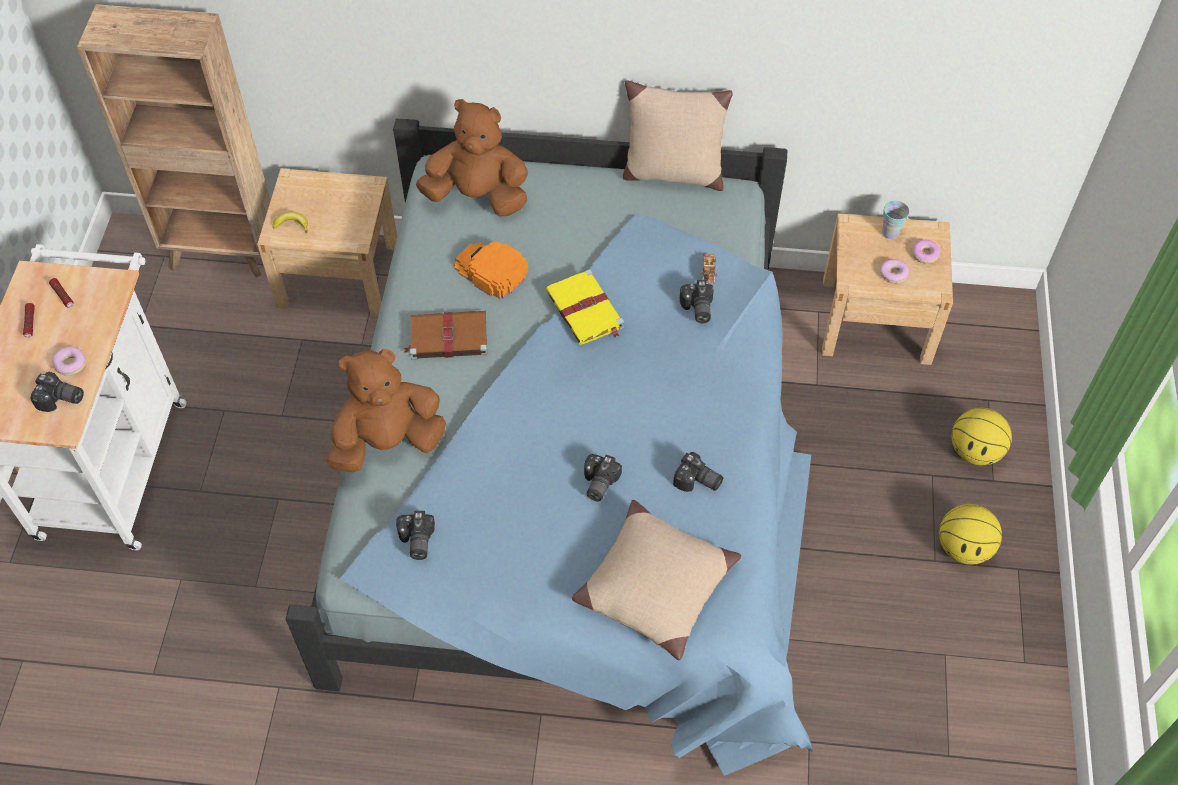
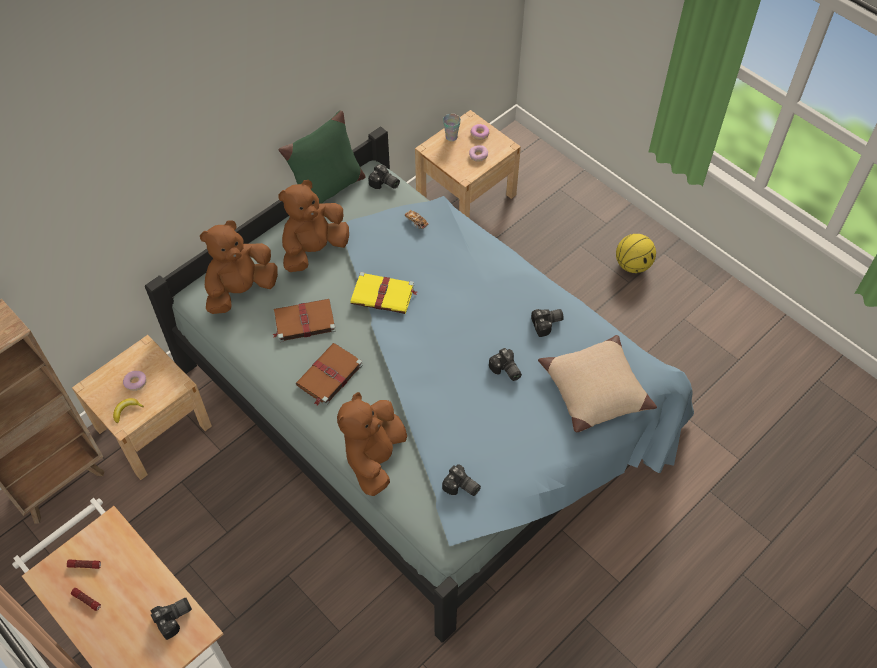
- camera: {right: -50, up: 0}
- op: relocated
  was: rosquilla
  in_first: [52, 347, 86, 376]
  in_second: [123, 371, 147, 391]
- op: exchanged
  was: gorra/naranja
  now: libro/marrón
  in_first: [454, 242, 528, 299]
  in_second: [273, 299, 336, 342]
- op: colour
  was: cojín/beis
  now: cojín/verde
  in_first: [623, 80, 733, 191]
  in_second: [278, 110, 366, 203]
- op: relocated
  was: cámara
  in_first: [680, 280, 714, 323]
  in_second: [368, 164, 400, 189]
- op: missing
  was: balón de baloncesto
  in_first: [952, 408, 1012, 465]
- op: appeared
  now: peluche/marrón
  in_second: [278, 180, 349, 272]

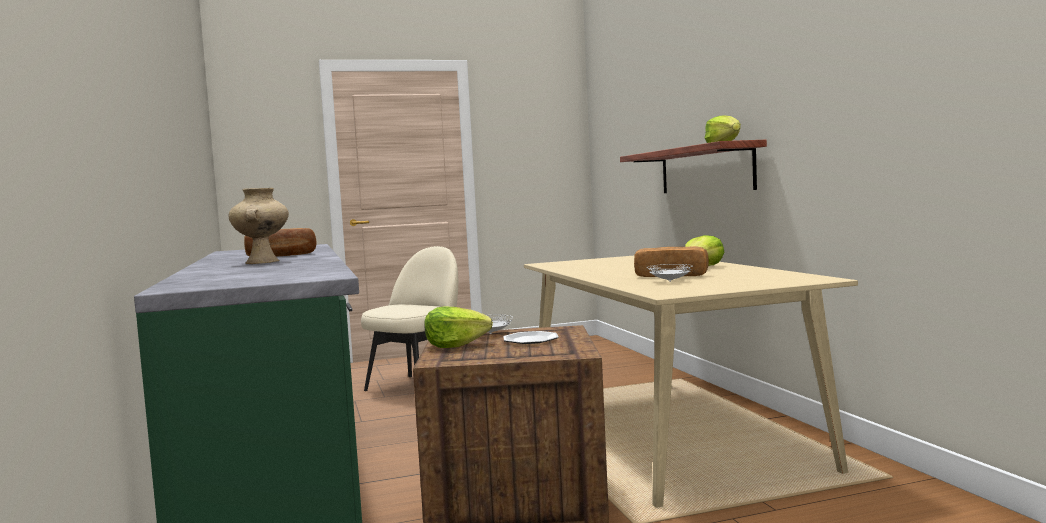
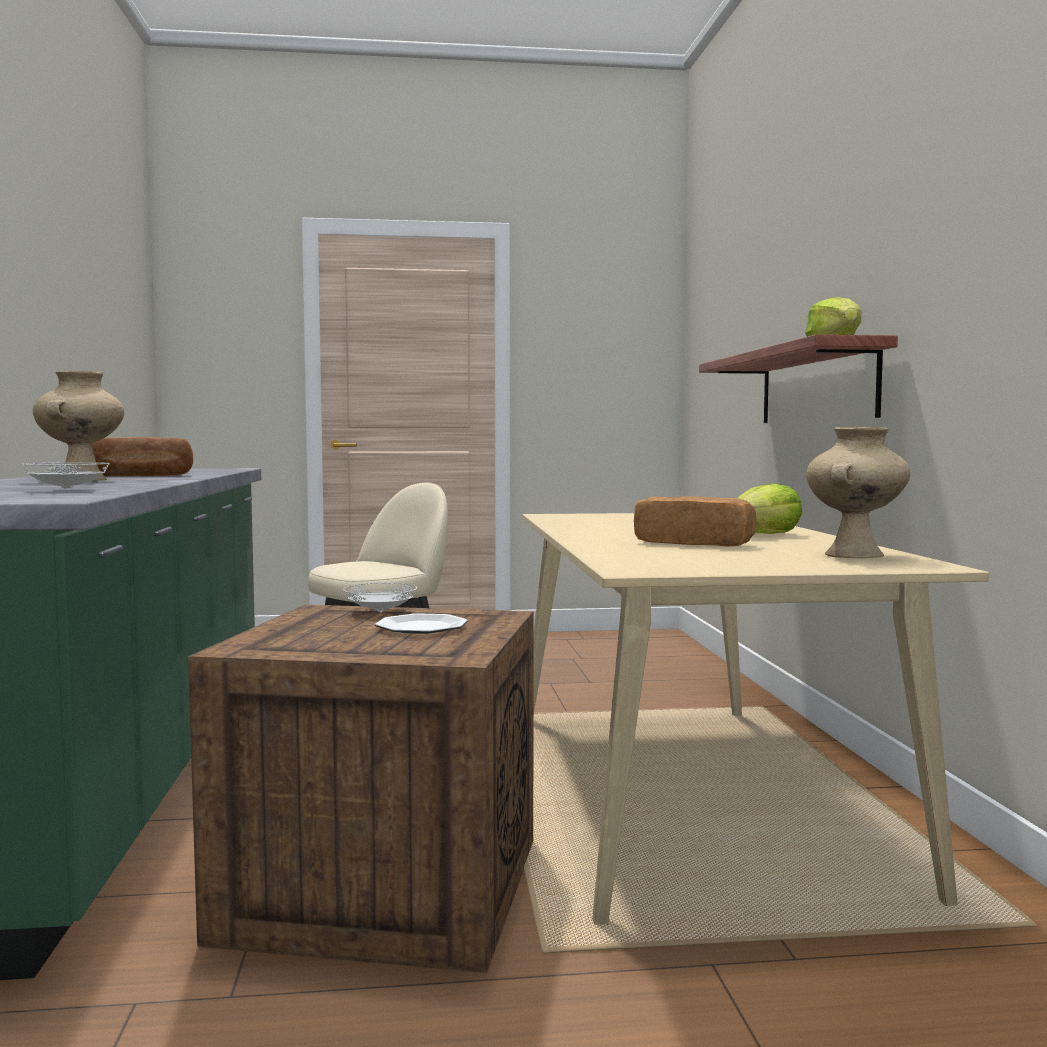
- camera: {right: 10, up: 0}
- op: missing
  was: lechuga
  in_first: [424, 306, 493, 348]
- op: relocated
  was: plato/blanco
  in_first: [648, 264, 693, 282]
  in_second: [21, 462, 110, 491]
- op: appeared
  now: florero/beis
  in_second: [806, 427, 911, 558]

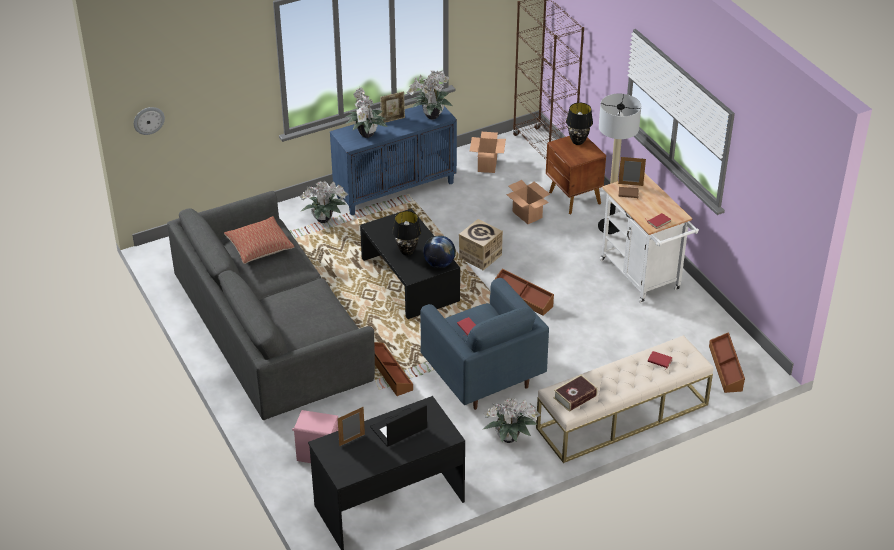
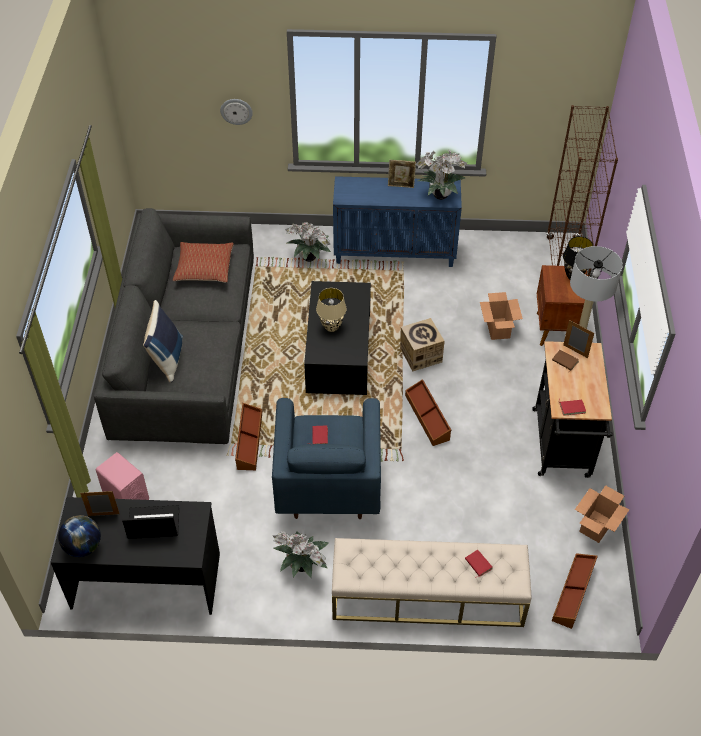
- camera: {right: 30, up: 10}
- op: relocated
  was: reloj de pared
  in_first: [134, 107, 165, 135]
  in_second: [220, 99, 253, 125]
- op: missing
  was: planta en maceta
  in_first: [346, 87, 387, 138]
- op: colour
  was: lámpara de mesa/negro
  now: lámpara de mesa/beis
  in_first: [392, 211, 421, 255]
  in_second: [316, 288, 347, 332]
- op: relocated
  was: globo terráqueo
  in_first: [423, 235, 456, 268]
  in_second: [58, 515, 101, 557]
- op: relocated
  was: caja de cartón
  in_first: [470, 132, 506, 173]
  in_second: [575, 485, 629, 543]
- op: missing
  was: libro
  in_first: [553, 375, 597, 412]
- op: colour
  was: carrito/blanco
  now: carrito/negro
  in_first: [600, 173, 699, 303]
  in_second: [532, 341, 613, 478]
- op: appeared
  now: cojín/azul
  in_second: [143, 300, 183, 383]

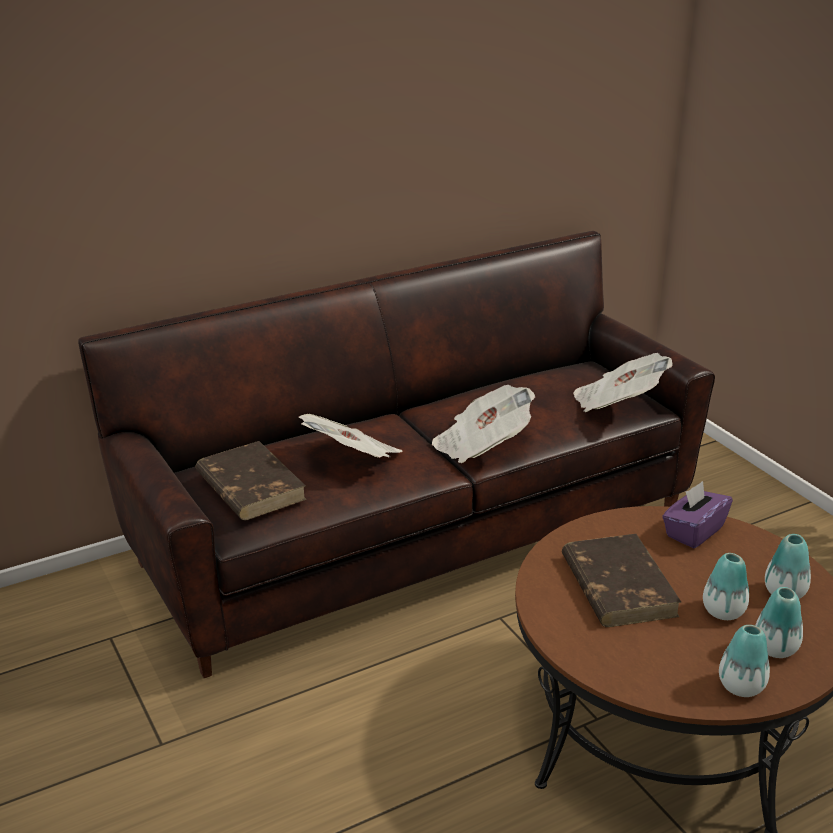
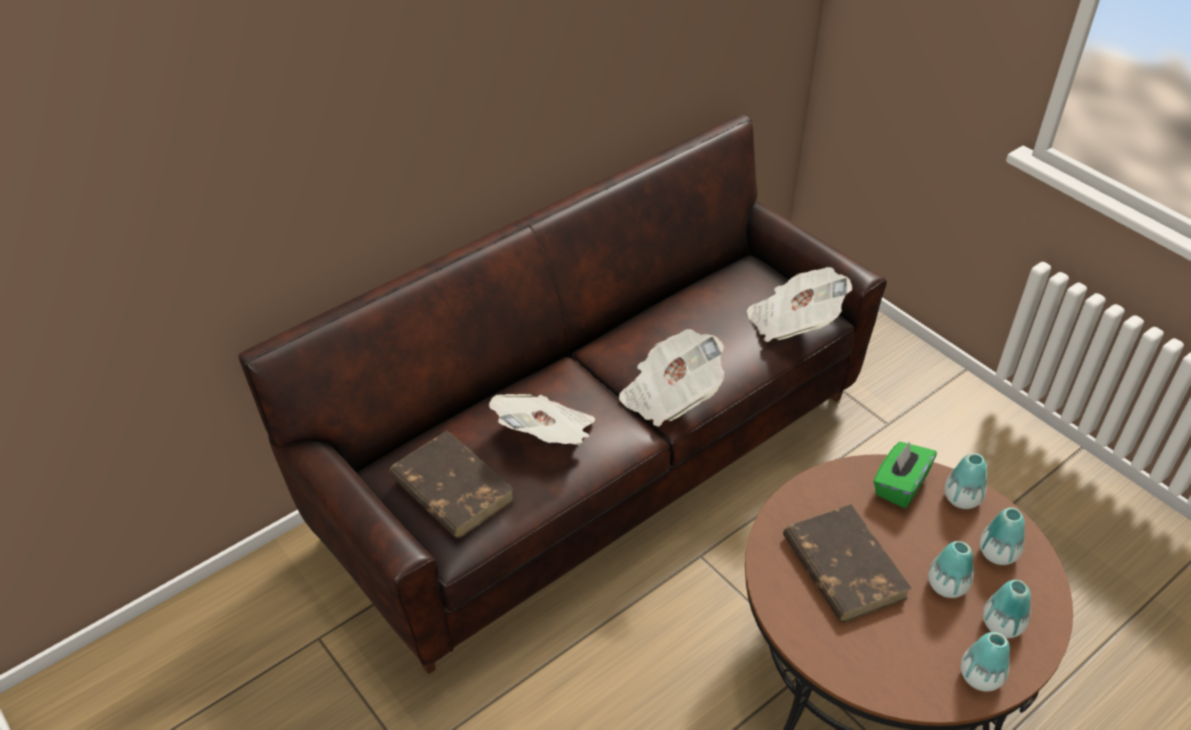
- camera: {right: -10, up: 15}
- op: colour
  was: caja de pañuelos/morado
  now: caja de pañuelos/verde
  in_first: [662, 481, 733, 548]
  in_second: [873, 441, 937, 508]
- op: appeared
  now: florero
  in_second: [944, 453, 987, 509]

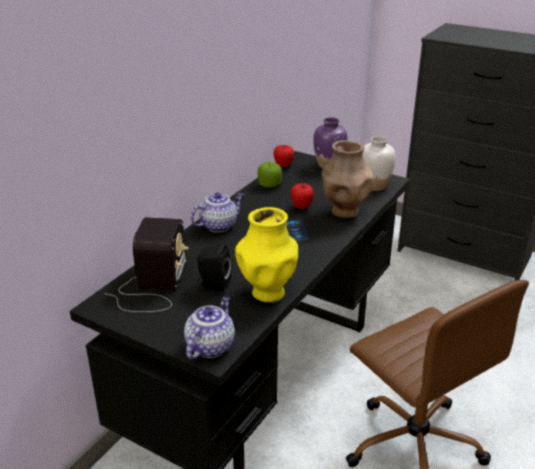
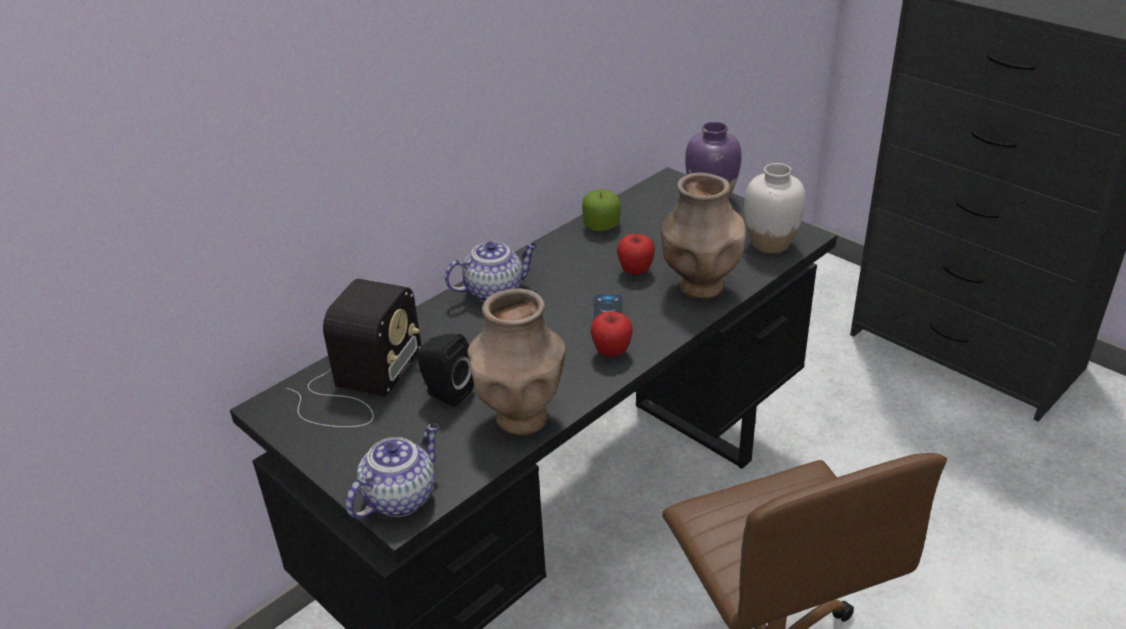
- camera: {right: 15, up: 5}
- op: colour
  was: florero/amarillo
  now: florero/marrón
  in_first: [235, 207, 298, 303]
  in_second: [468, 288, 566, 436]
- op: relocated
  was: manzana
  in_first: [273, 145, 294, 168]
  in_second: [591, 311, 633, 357]

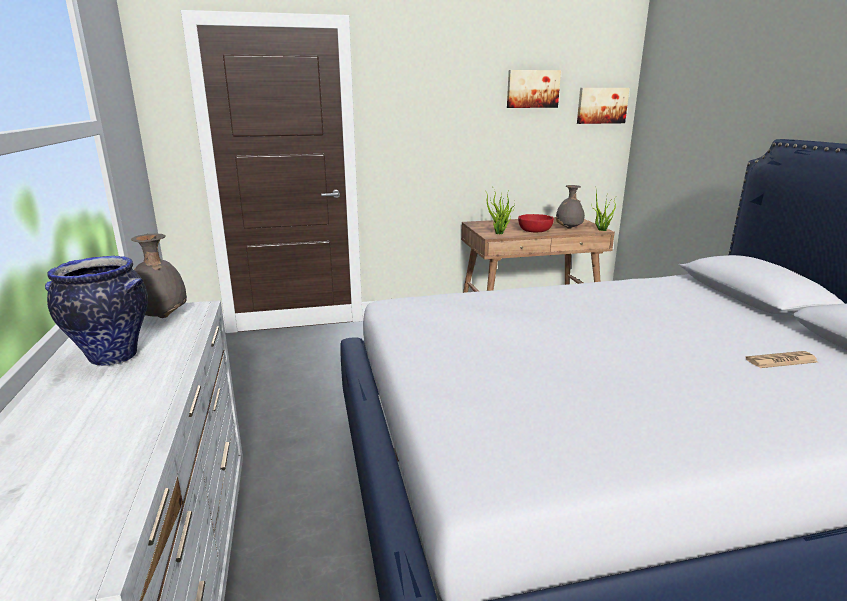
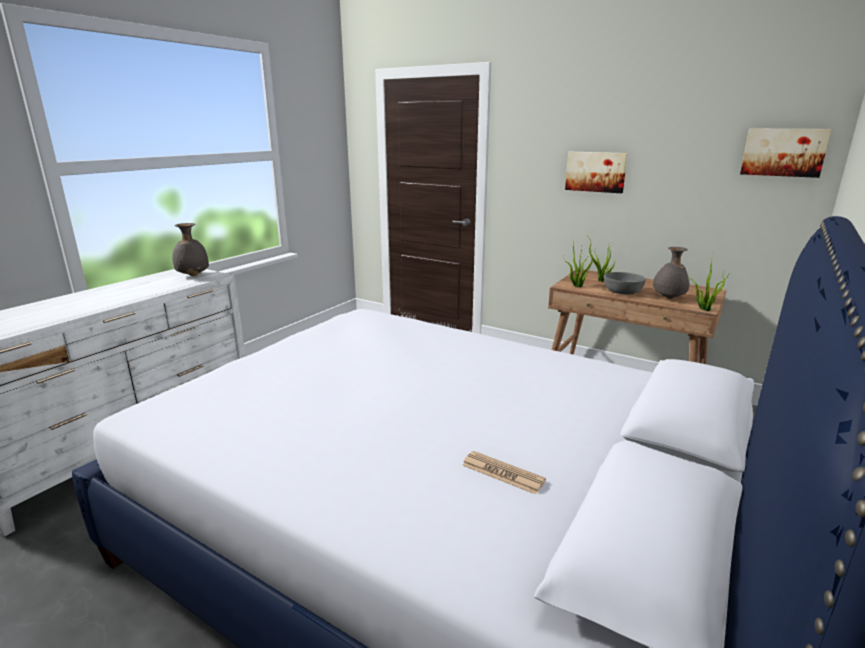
- camera: {right: 45, up: 0}
- op: missing
  was: florero
  in_first: [45, 256, 148, 366]
- op: relocated
  was: cuadro
  in_first: [507, 70, 561, 108]
  in_second: [565, 152, 628, 193]
- op: colour
  was: cuenco/rojo
  now: cuenco/gris
  in_first: [518, 214, 554, 233]
  in_second: [604, 272, 646, 294]

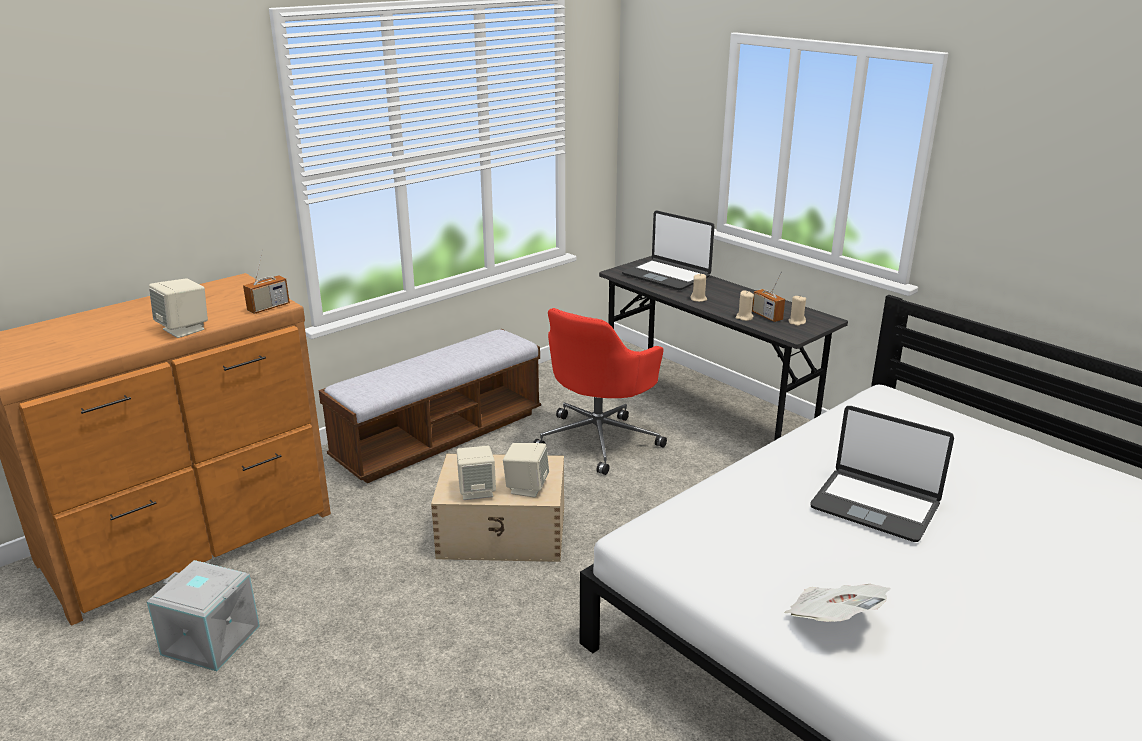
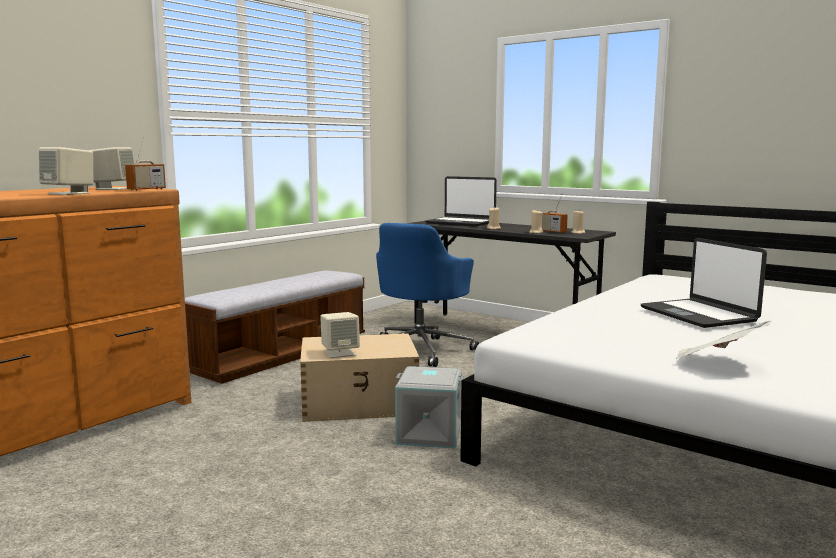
- camera: {right: -10, up: -15}
- op: relocated
  was: caja de almacenaje/gris
  in_first: [147, 560, 260, 671]
  in_second: [395, 366, 464, 449]
- op: relocated
  was: altavoz/beis
  in_first: [503, 443, 549, 498]
  in_second: [89, 147, 134, 190]
- op: colour
  was: silla de oficina/rojo
  now: silla de oficina/azul
  in_first: [533, 308, 667, 475]
  in_second: [376, 223, 479, 367]
- op: spun
  was: portátil
  in_first: [810, 406, 954, 542]
  in_second: [641, 238, 767, 328]
  clockwise: 45

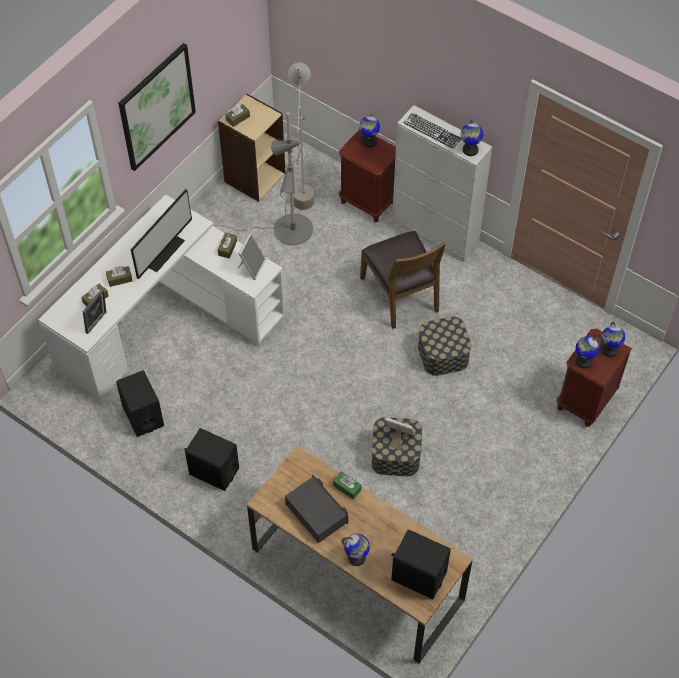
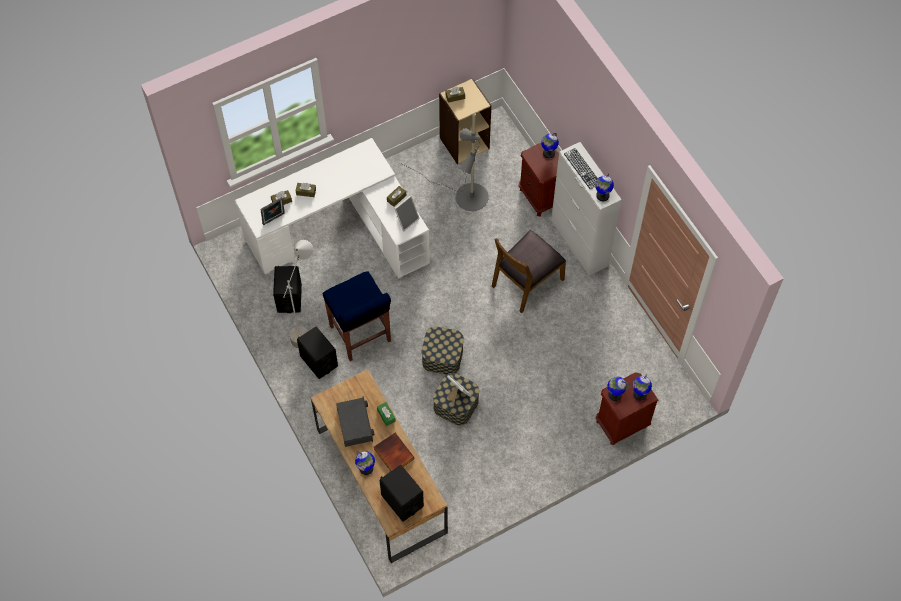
- camera: {right: 25, up: 5}
- op: missing
  was: cuadro
  in_first: [118, 43, 196, 171]
- op: missing
  was: monitor
  in_first: [130, 189, 192, 279]
- op: relocated
  was: lámpara de pie/gris
  in_first: [288, 63, 314, 210]
  in_second: [283, 240, 313, 348]
- op: spun
  was: silla/marrón
  in_first: [360, 231, 446, 329]
  in_second: [492, 230, 566, 313]
  clockwise: 45
- op: relocated
  was: caja de almacenaje
  in_first: [418, 316, 472, 376]
  in_second: [421, 327, 464, 375]
- op: appeared
  now: taburete/azul
  in_second: [323, 272, 391, 361]
- op: appeared
  now: libro
  in_second: [374, 433, 414, 471]

